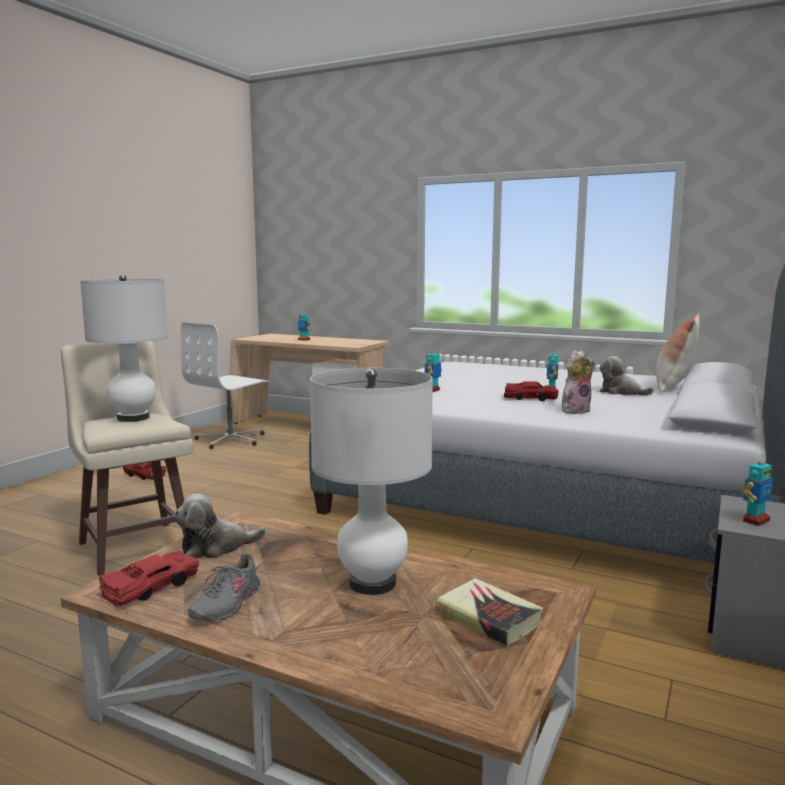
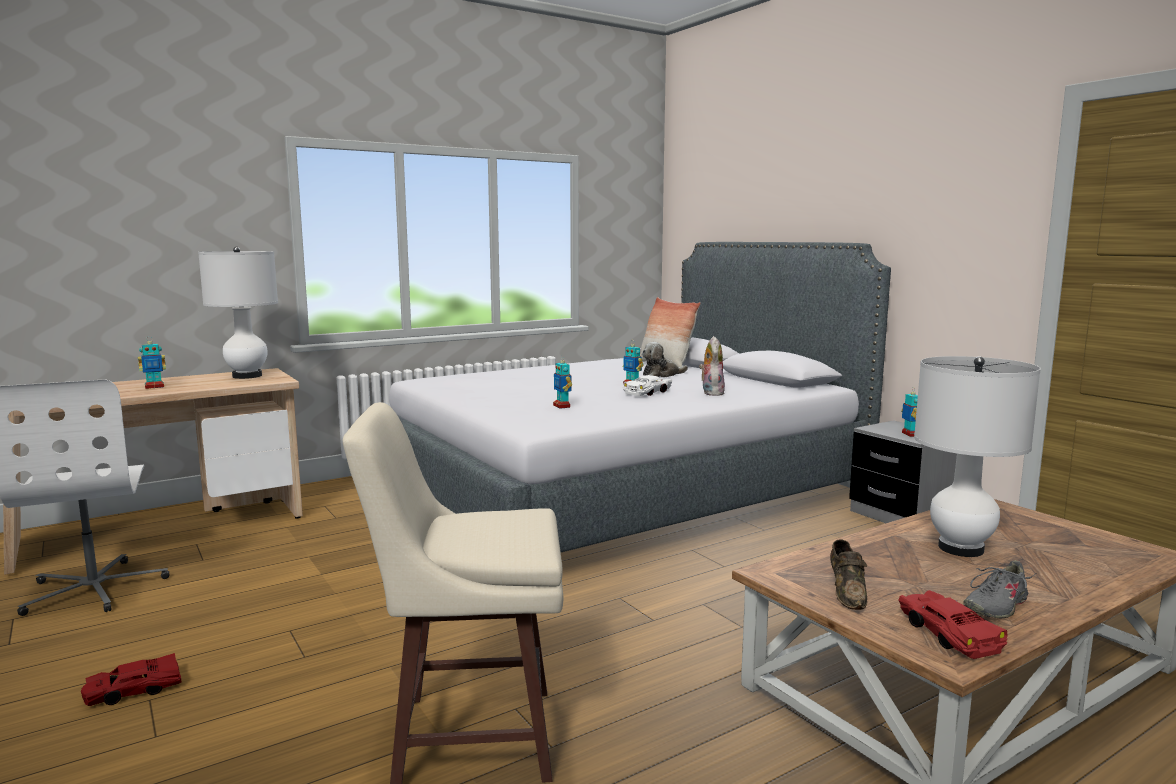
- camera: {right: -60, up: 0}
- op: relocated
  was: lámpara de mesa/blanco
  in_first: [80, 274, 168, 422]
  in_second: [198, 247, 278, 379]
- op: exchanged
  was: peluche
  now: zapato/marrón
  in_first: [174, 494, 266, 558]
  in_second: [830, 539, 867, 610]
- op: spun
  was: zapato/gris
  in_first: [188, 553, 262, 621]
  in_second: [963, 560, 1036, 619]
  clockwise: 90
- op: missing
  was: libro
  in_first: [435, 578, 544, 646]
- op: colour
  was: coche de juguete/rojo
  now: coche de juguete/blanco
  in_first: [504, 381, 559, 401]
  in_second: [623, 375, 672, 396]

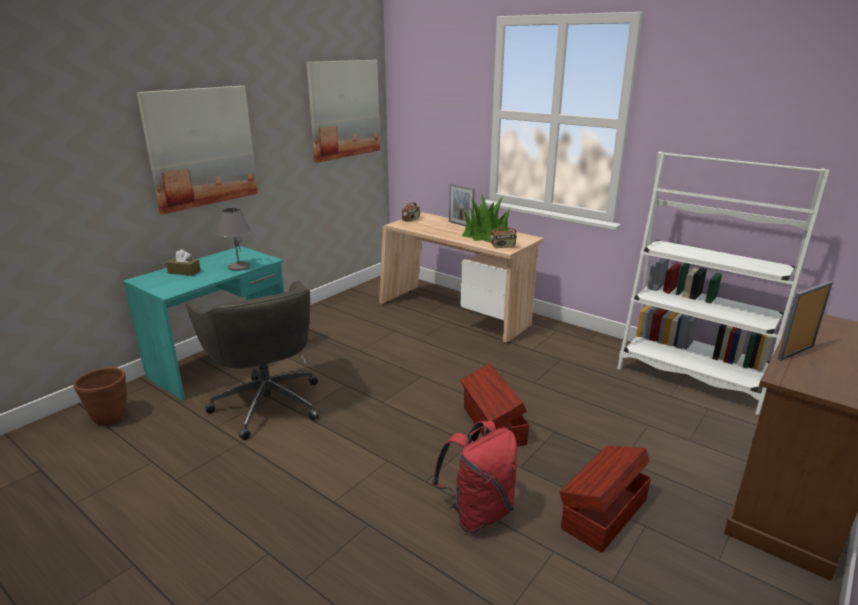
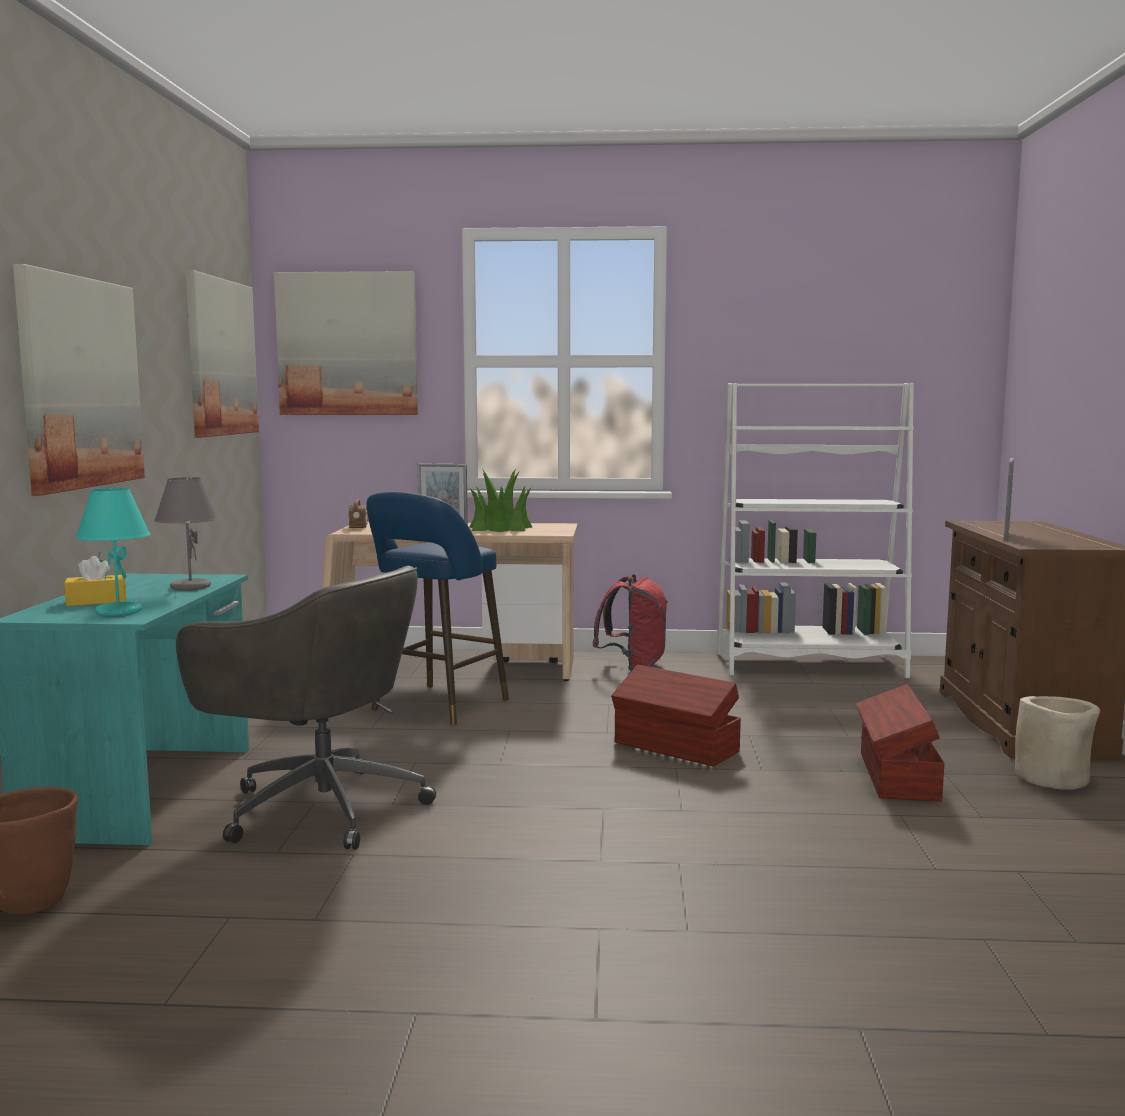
- camera: {right: -35, up: -15}
- op: colour
  was: caja de pañuelos/marrón
  now: caja de pañuelos/amarillo
  in_first: [166, 249, 201, 276]
  in_second: [64, 556, 126, 606]
- op: relocated
  was: mochila/rojo
  in_first: [432, 421, 517, 533]
  in_second: [593, 574, 668, 671]
- op: missing
  was: radio
  in_first: [490, 219, 517, 248]
- op: appeared
  now: lámpara de mesa/turquesa
  in_second: [75, 488, 150, 616]
- op: appeared
  now: cuadro
  in_second: [274, 271, 418, 415]
- op: appeared
  now: taburete/azul
  in_second: [367, 492, 509, 725]
- op: appeared
  now: maceta/beis
  in_second: [1015, 696, 1100, 790]

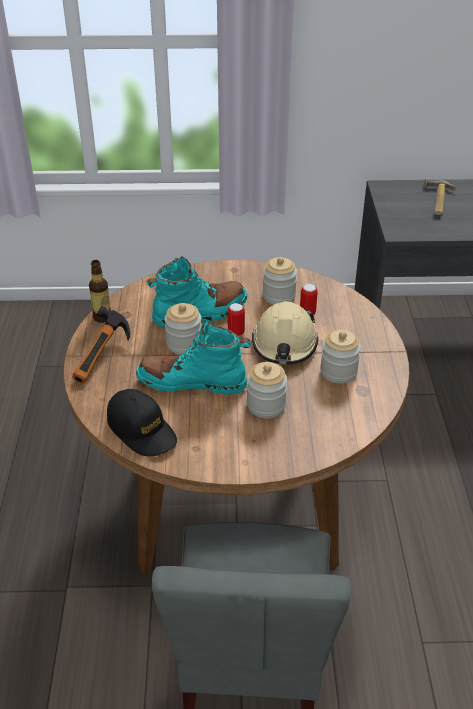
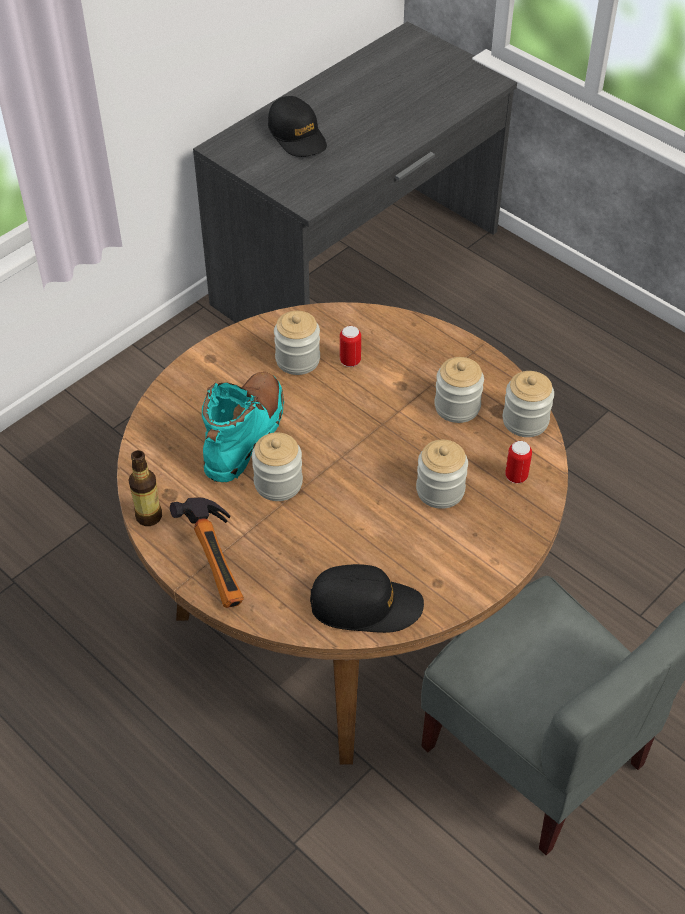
- camera: {right: -45, up: 10}
- op: missing
  was: bota/turquesa
  in_first: [136, 319, 251, 395]
- op: relocated
  was: lata
  in_first: [228, 303, 245, 336]
  in_second: [505, 441, 532, 484]
- op: missing
  was: casco/beis
  in_first: [252, 301, 319, 365]
- op: exchanged
  was: martillo
  now: gorra/negro
  in_first: [424, 179, 456, 215]
  in_second: [268, 96, 327, 157]
- op: appeared
  now: tarro
  in_second: [503, 371, 554, 437]

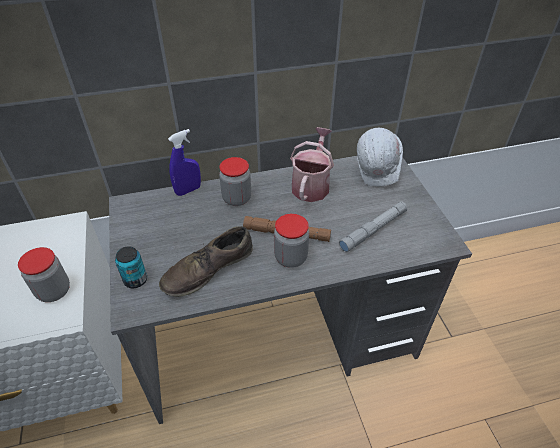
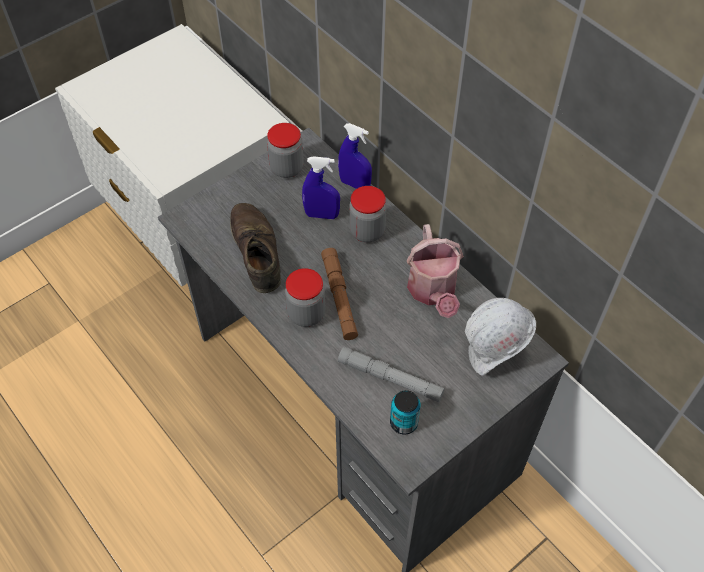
- camera: {right: 65, up: 10}
- op: relocated
  was: tarro
  in_first: [18, 247, 70, 302]
  in_second: [267, 123, 304, 178]
- op: relocated
  was: lata
  in_first: [115, 246, 147, 288]
  in_second: [390, 390, 421, 434]
- op: spun
  was: zapato/marrón
  in_first: [159, 226, 253, 297]
  in_second: [230, 203, 281, 293]
  clockwise: 45
- op: spun
  was: regadera
  in_first: [290, 127, 334, 202]
  in_second: [407, 224, 464, 318]
  clockwise: 90
- op: appeared
  now: pulverizador/azul
  in_second: [302, 156, 340, 219]

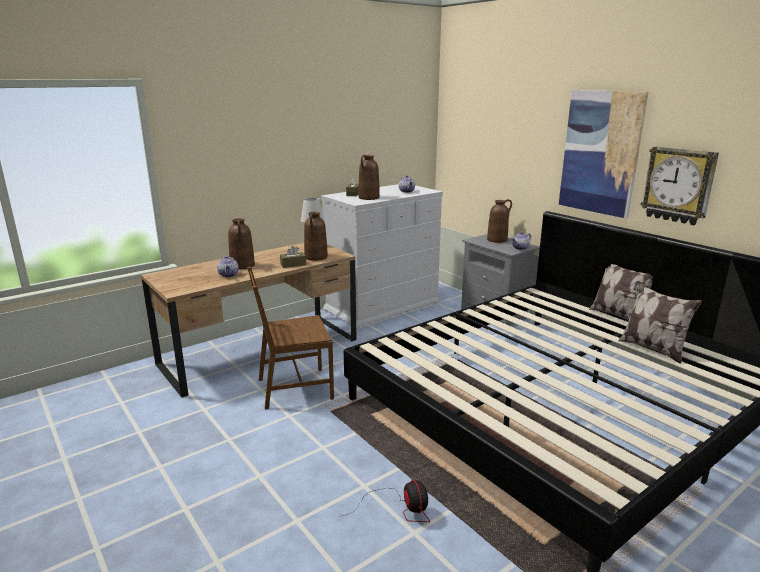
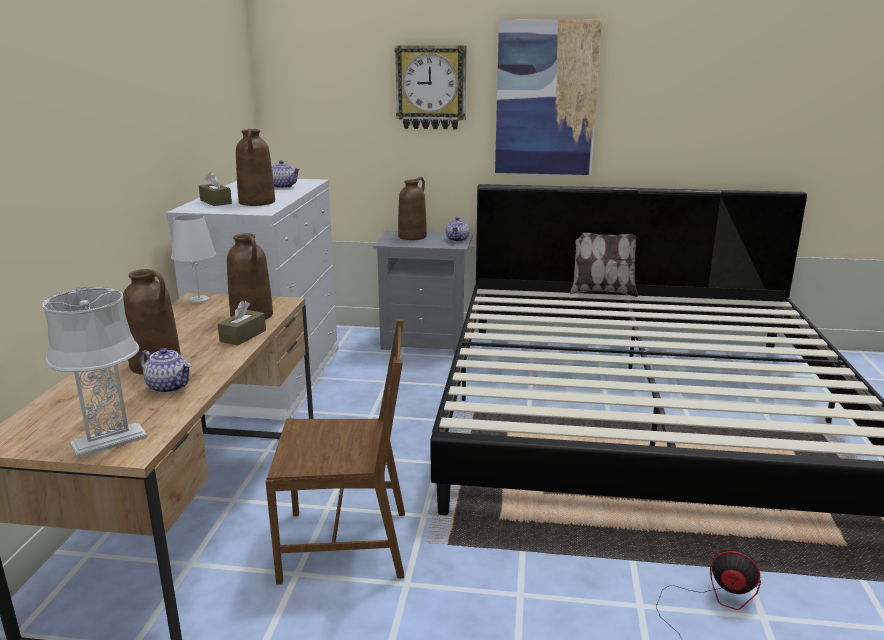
- camera: {right: -45, up: 0}
- op: spun
  was: silla/marrón
  in_first: [247, 267, 334, 409]
  in_second: [266, 319, 405, 584]
  clockwise: -120
- op: missing
  was: cojín
  in_first: [618, 281, 702, 364]
- op: relocated
  was: reloj de pared
  in_first: [641, 146, 719, 225]
  in_second: [395, 45, 466, 130]
- op: appeared
  now: lámpara de mesa/gris
  in_second: [42, 286, 148, 458]

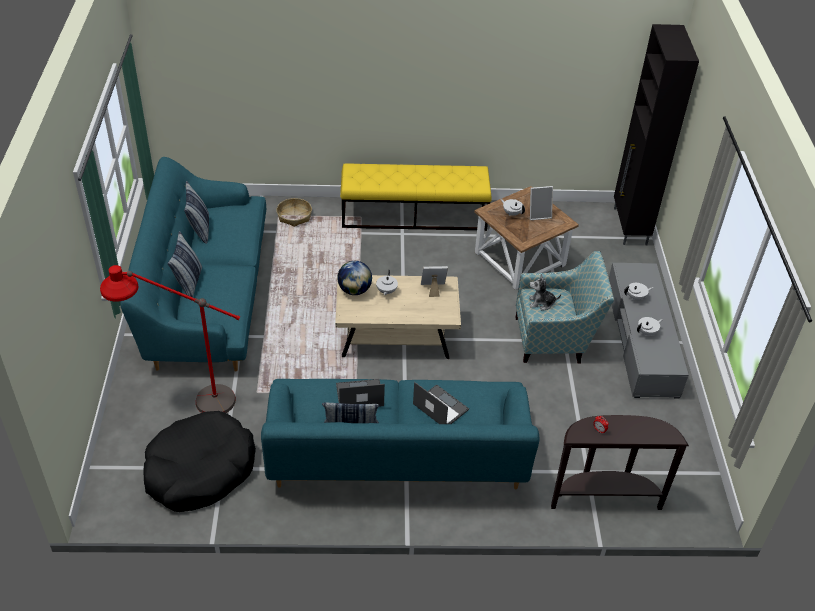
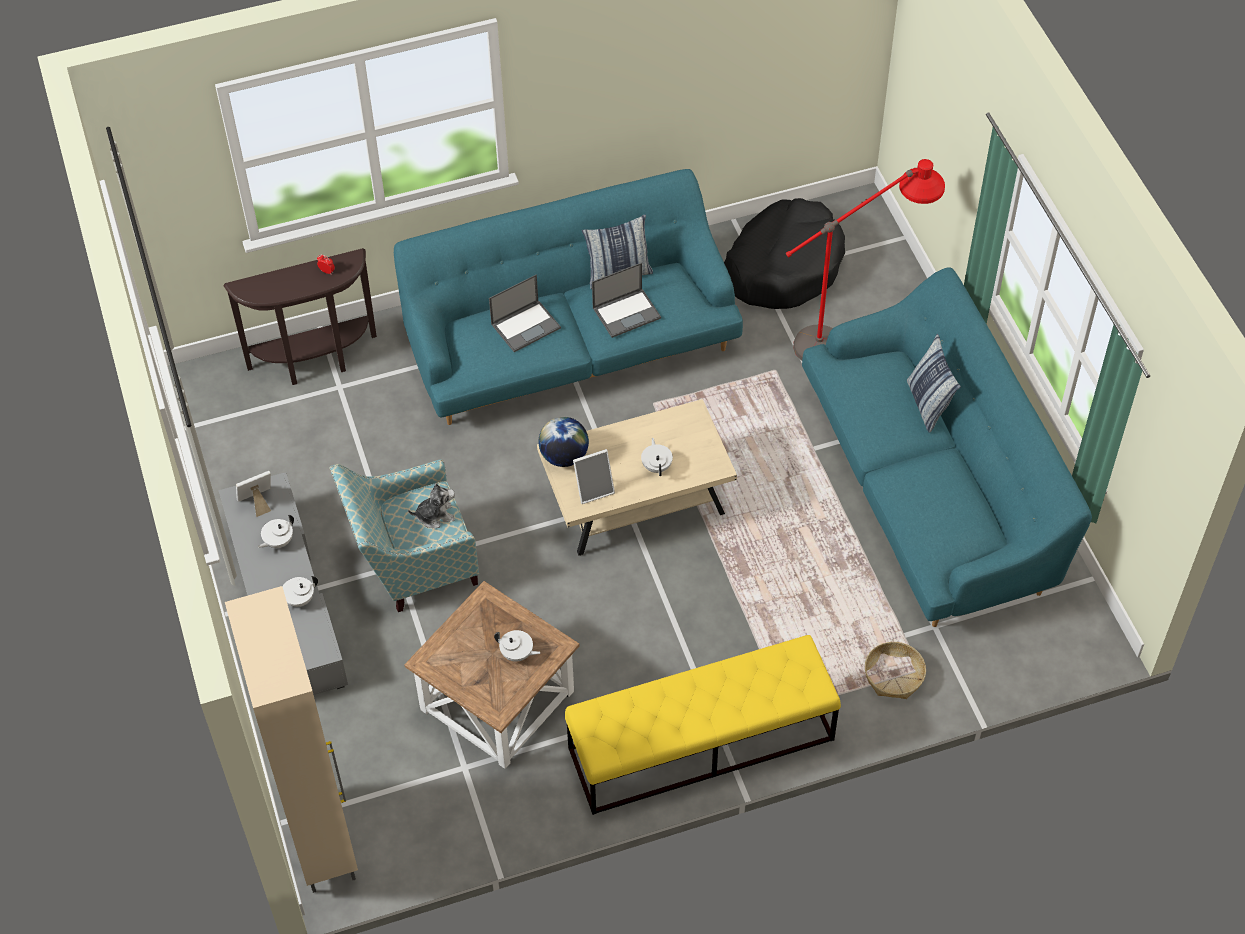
- camera: {right: 165, up: 10}
- op: missing
  was: cojín
  in_first: [184, 181, 209, 244]
- op: relocated
  was: globo terráqueo
  in_first: [337, 261, 372, 295]
  in_second: [538, 417, 589, 467]
- op: spun
  was: portátil
  in_first: [413, 382, 469, 424]
  in_second: [489, 275, 561, 352]
  clockwise: -60
- op: relocated
  was: portarretratos
  in_first: [530, 186, 553, 220]
  in_second: [236, 471, 271, 517]
- op: colour
  was: armario/negro
  now: armario/beis
  in_first: [614, 24, 699, 245]
  in_second: [225, 586, 358, 893]

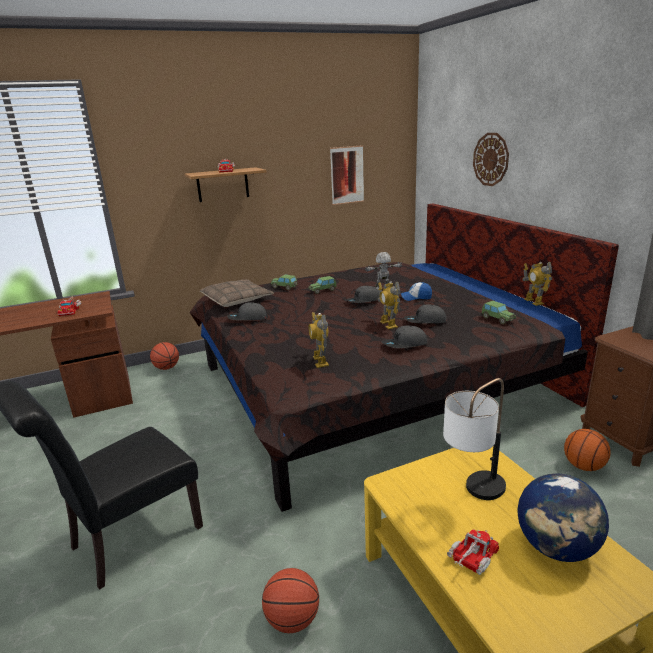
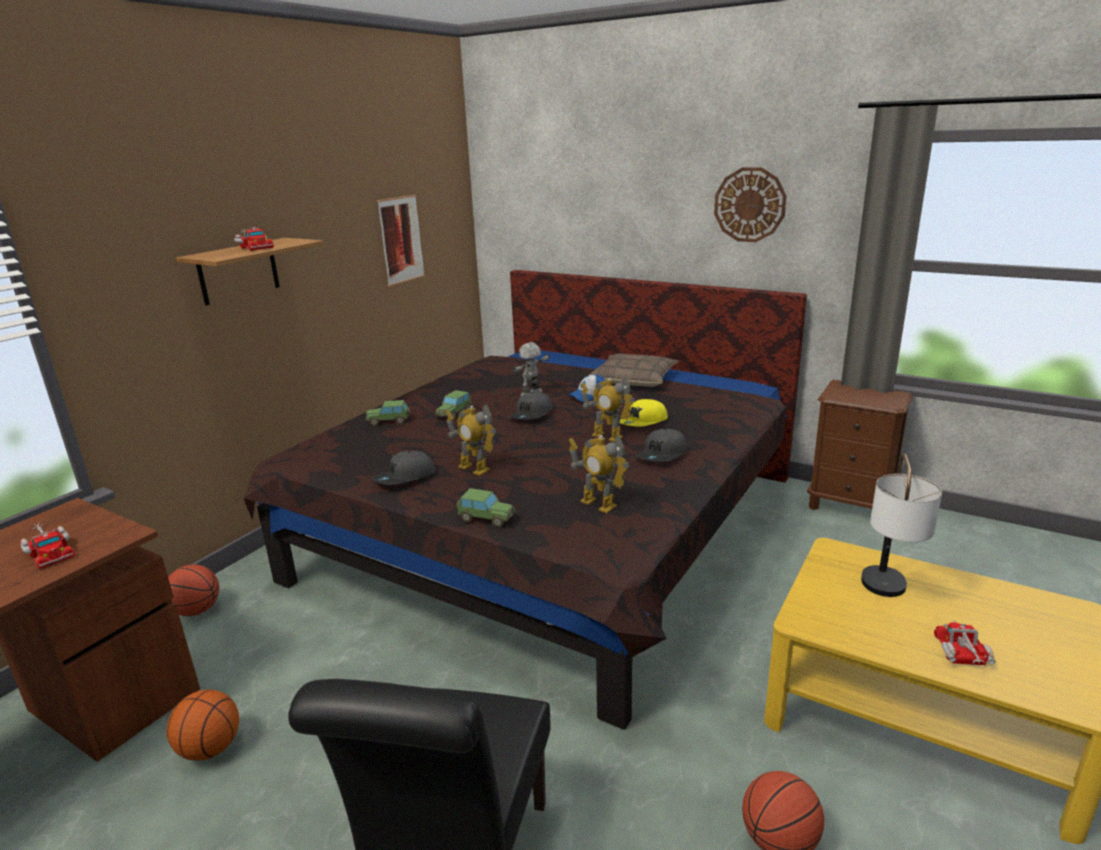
- camera: {right: -35, up: 0}
- op: relocated
  was: cojín
  in_first: [200, 279, 274, 307]
  in_second: [588, 353, 678, 387]
- op: colour
  was: gorra/gris
  now: gorra/amarillo
  in_first: [404, 304, 447, 324]
  in_second: [620, 399, 668, 427]
- op: relocated
  was: reloj de pared
  in_first: [473, 133, 509, 186]
  in_second: [714, 167, 787, 242]
- op: relocated
  was: coche de juguete
  in_first: [482, 301, 517, 324]
  in_second: [457, 488, 516, 527]
- op: missing
  was: globo terráqueo
  in_first: [517, 473, 609, 562]
- op: relocated
  was: robot de juguete
  in_first: [523, 262, 552, 306]
  in_second: [445, 404, 496, 476]
- op: relocated
  was: balón de baloncesto
  in_first: [564, 429, 611, 471]
  in_second: [167, 690, 239, 761]

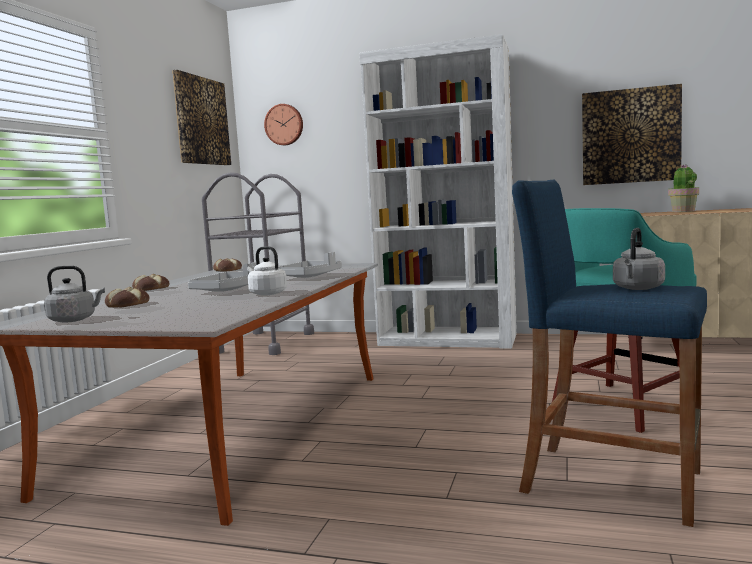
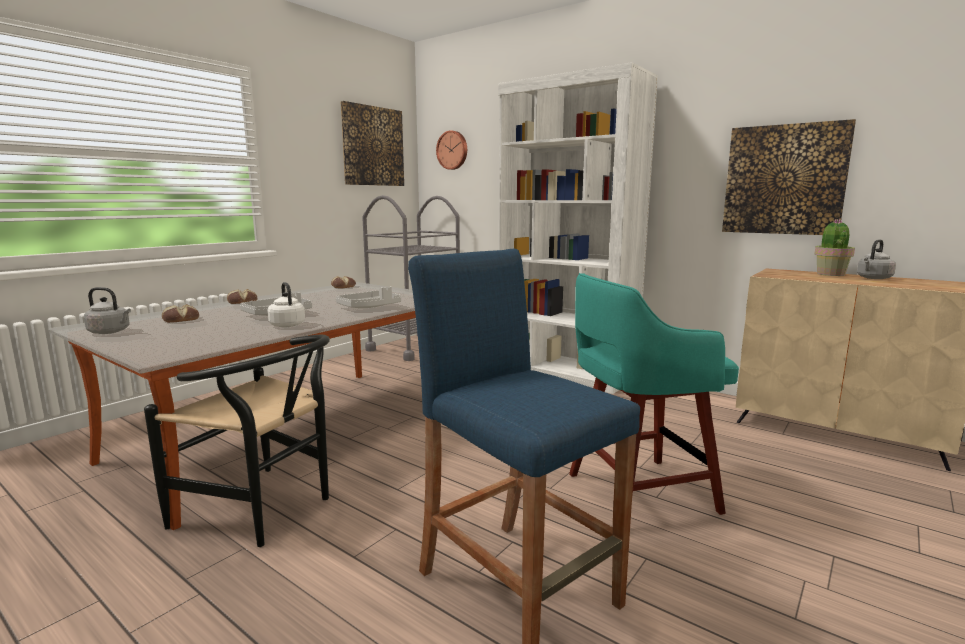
- camera: {right: 20, up: 5}
- op: relocated
  was: hervidor/gris
  in_first: [613, 228, 665, 290]
  in_second: [857, 240, 896, 279]
- op: appeared
  now: silla/negro
  in_second: [144, 335, 330, 547]

